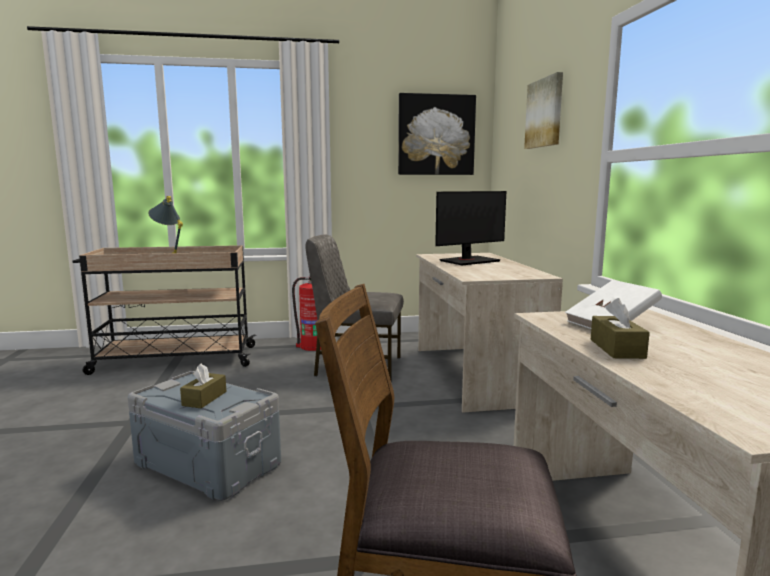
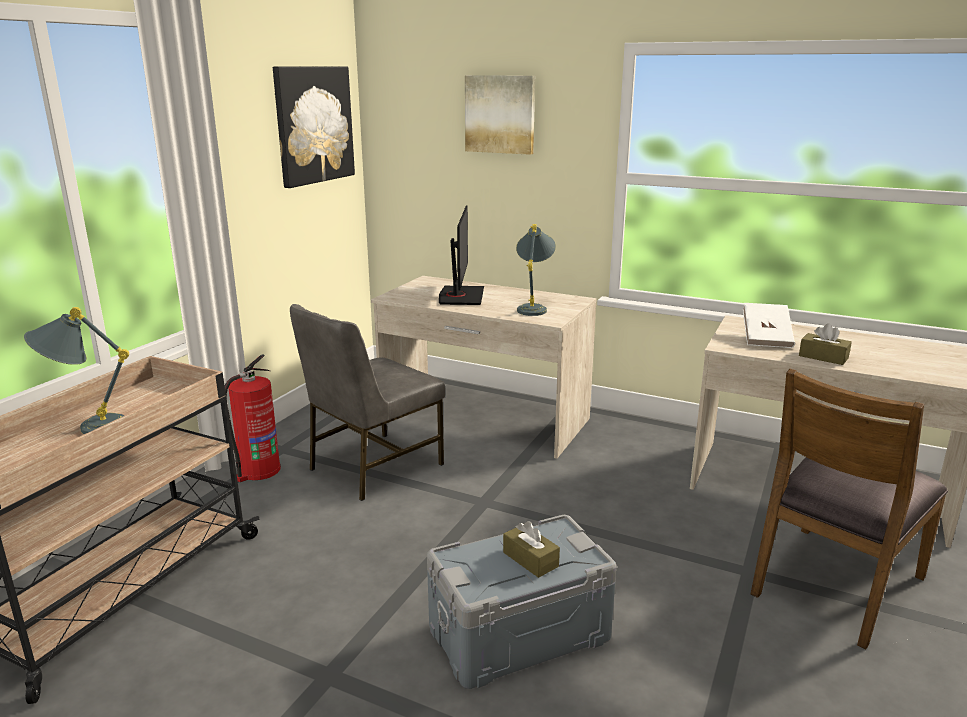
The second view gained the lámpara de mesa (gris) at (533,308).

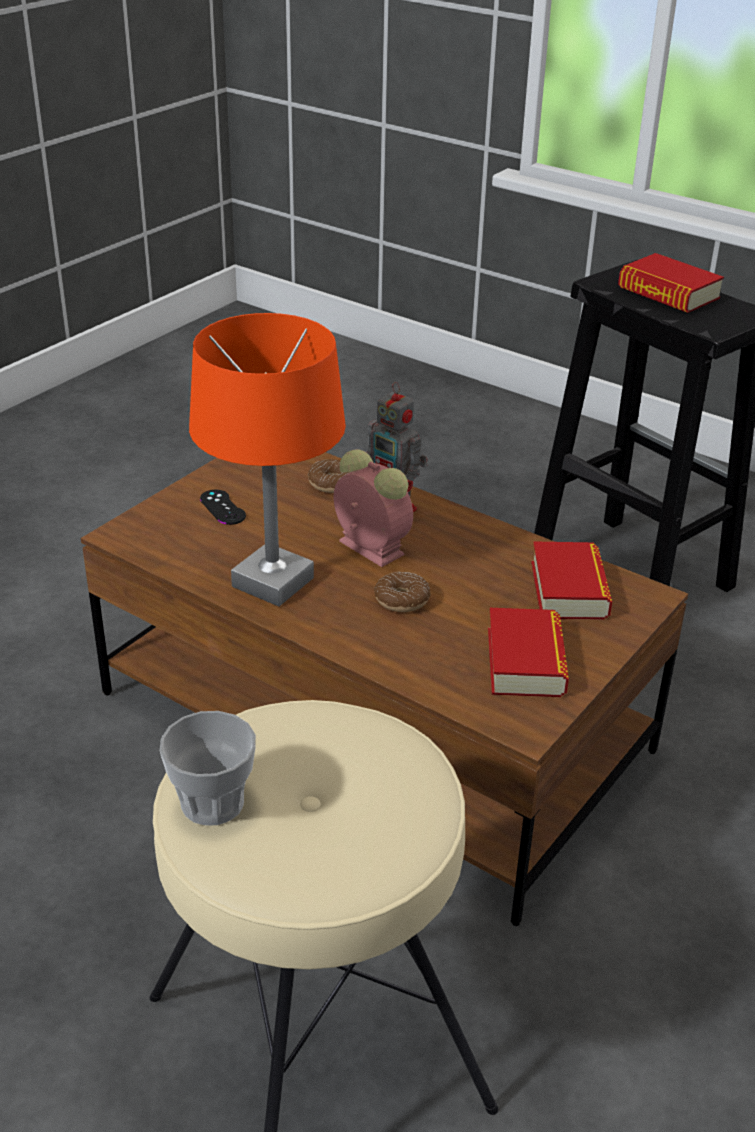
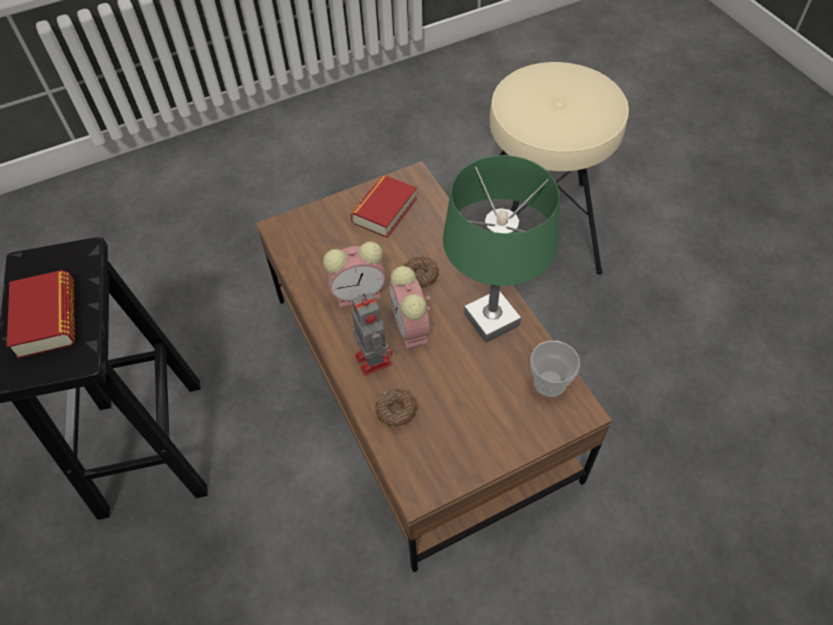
The second view gained the despertador at (360,293). What was the lámpara de mesa (naranja) at (272,583) turned into the lámpara de mesa (verde) at (492,319). The taza ended up elsewhere, having gone from (212,802) to (549,383). The second view lost the mando de consola (negro) at (222,507). The second view lost the libro at (569,590).

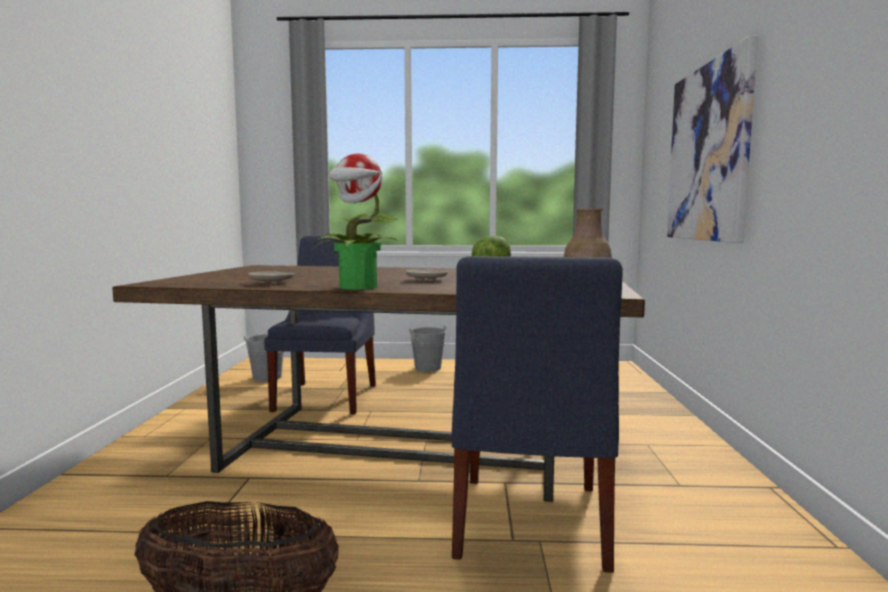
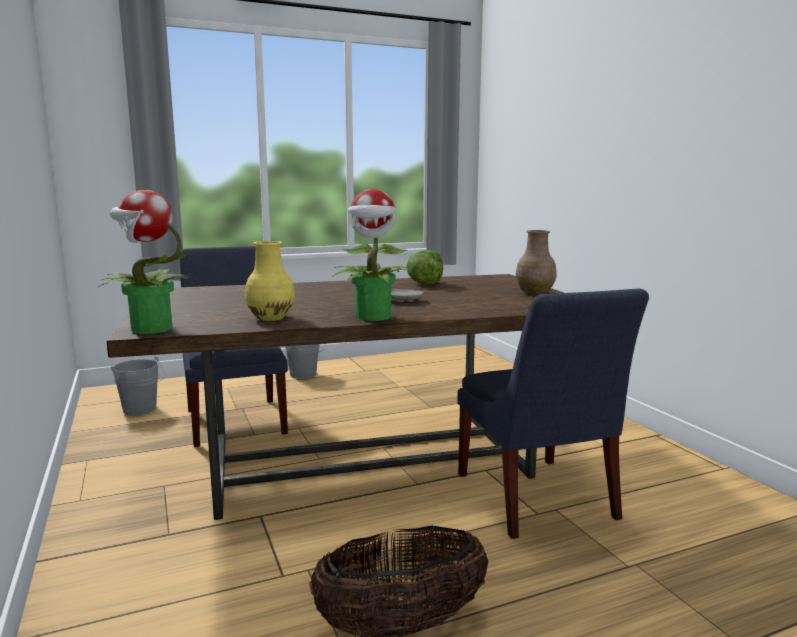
The second view gained the planta en maceta at (150,329). Where the plato (beis) stood at (272,283), the florero (amarillo) came to stand at (271,318). The second view lost the cuadro at (708,153).

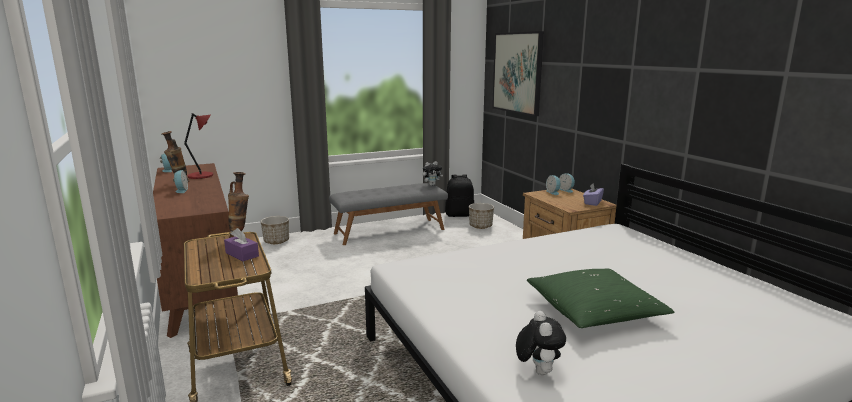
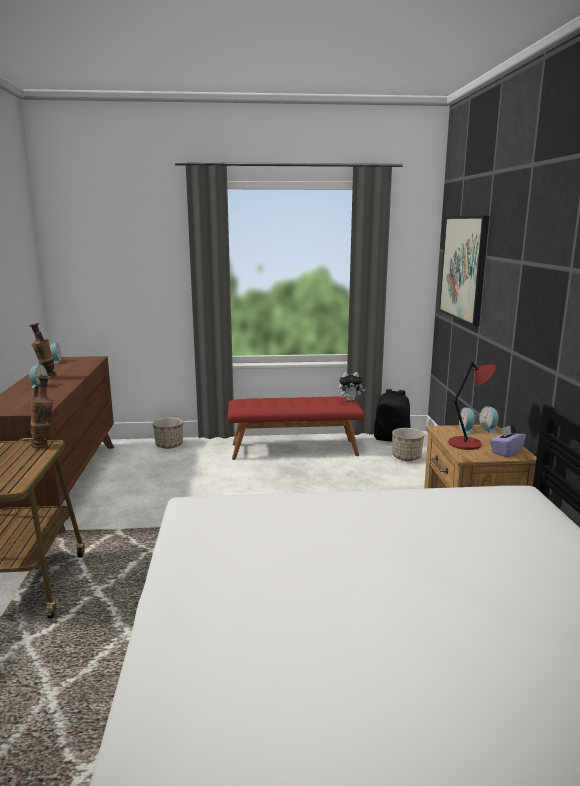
What was the banco (gris) at (389,231) turned into the banco (rojo) at (294,449). The lámpara de mesa (rojo) ended up elsewhere, having gone from (202,176) to (467,444). The second view lost the caja de pañuelos (morado) at (242,254). The second view lost the peluche at (537,370). The second view lost the cojín (verde) at (594,311).

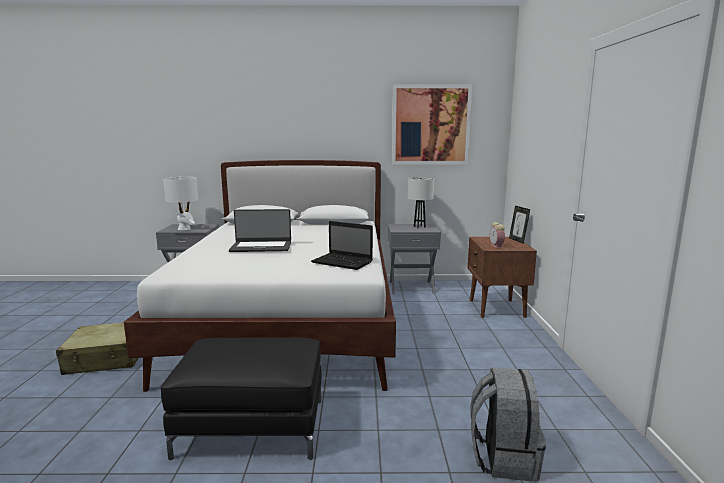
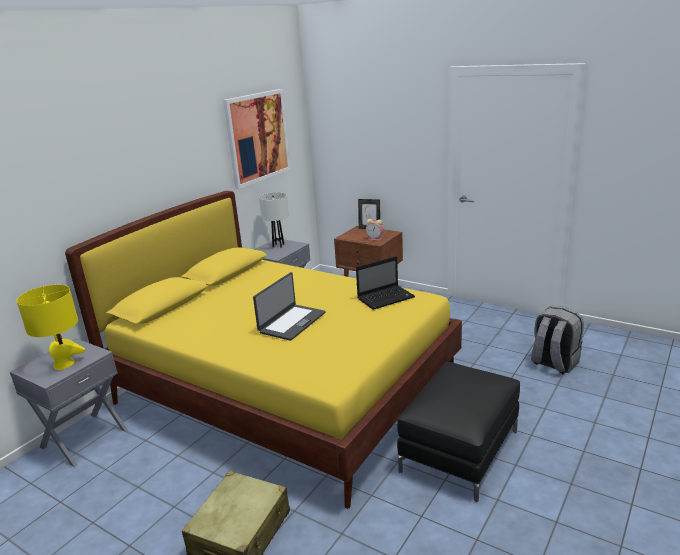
What was the lámpara de mesa (blanco) at (184,229) turned into the lámpara de mesa (amarillo) at (64,364). What was the cama (blanco) at (291,322) turned into the cama (amarillo) at (284,390).

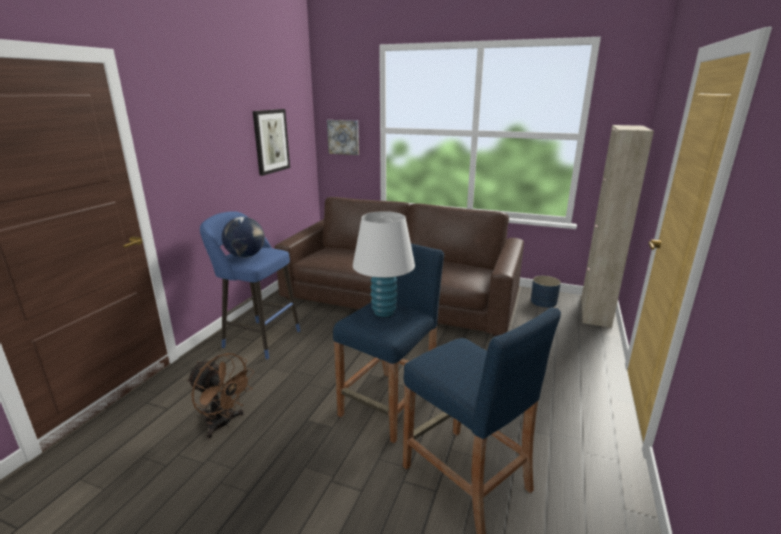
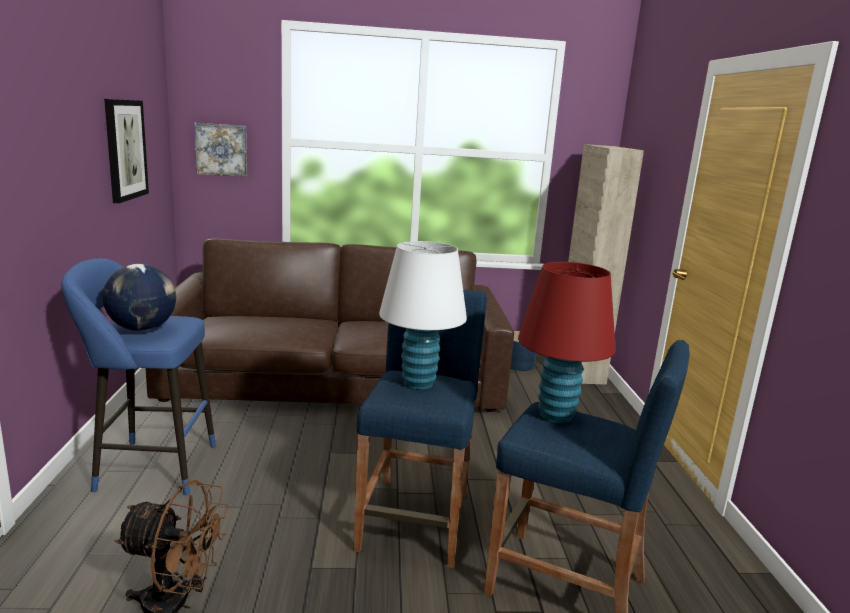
The second view gained the lámpara de mesa (rojo) at (556,416).

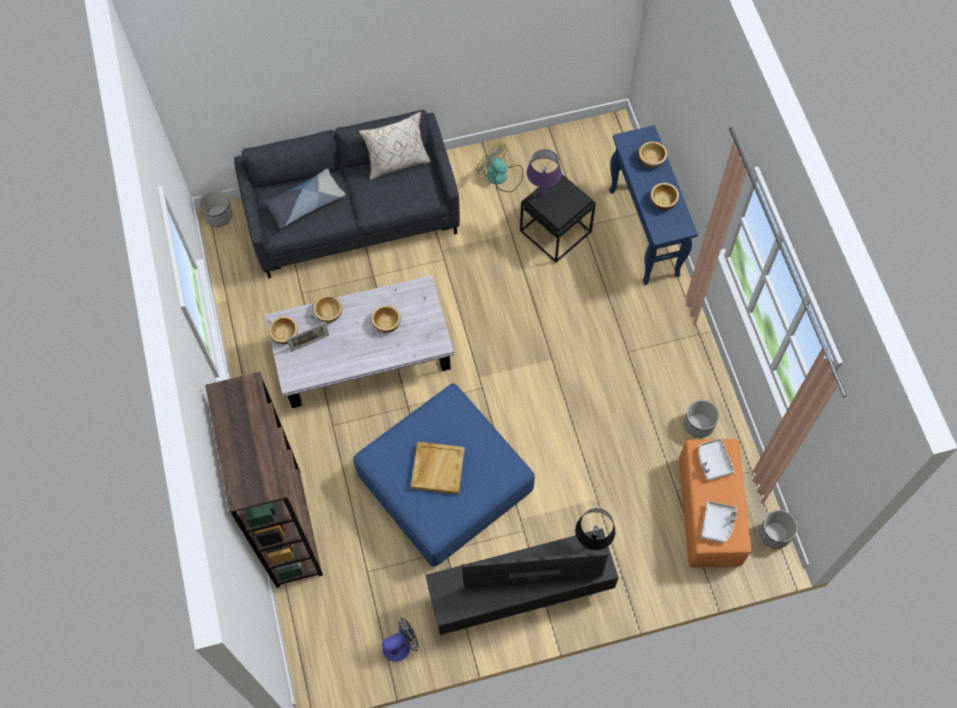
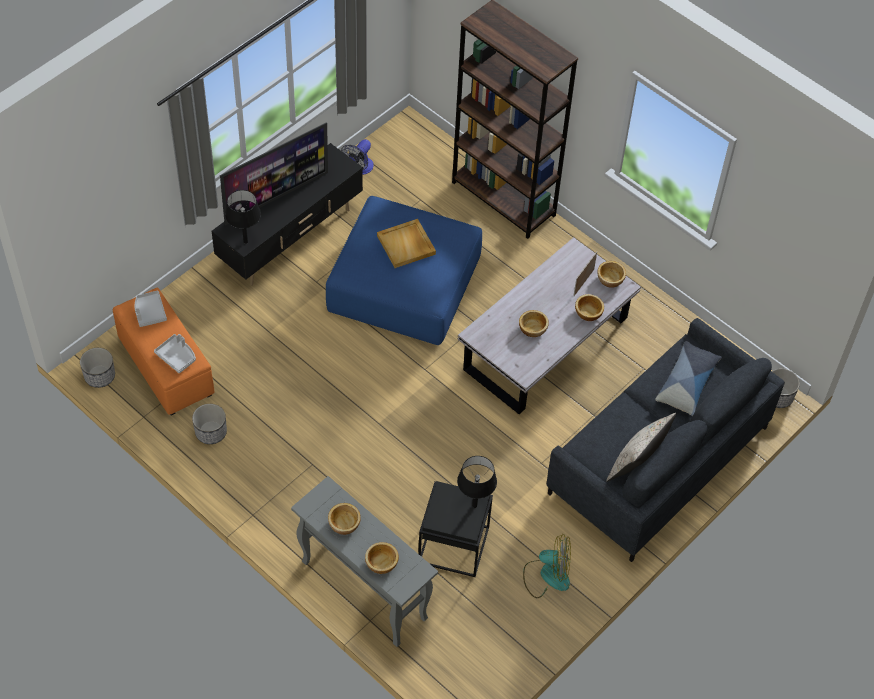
What was the mesa consola (azul) at (644,233) turned into the mesa consola (gris) at (363,590). What was the lámpara de mesa (morado) at (542,196) turned into the lámpara de mesa (negro) at (474,505).

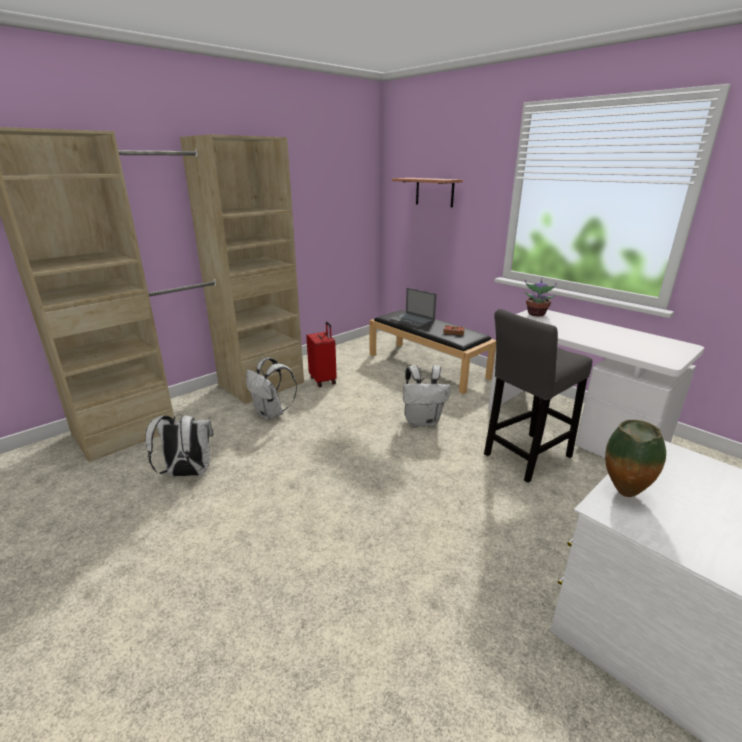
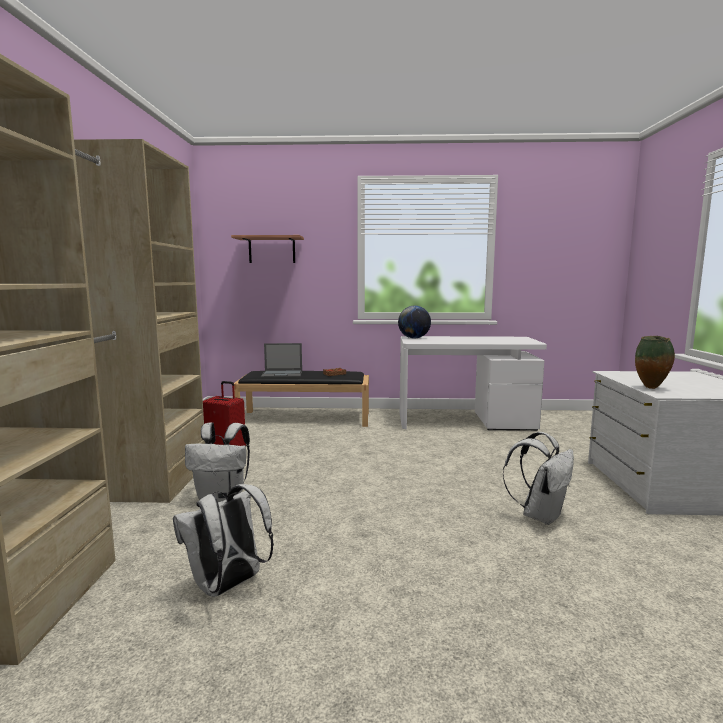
Where the planta en maceta stood at (536,314), the globo terráqueo came to stand at (414,338). The mochila (blanco) ended up elsewhere, having gone from (422,421) to (540,515). The second view lost the taburete (gris) at (525,457).

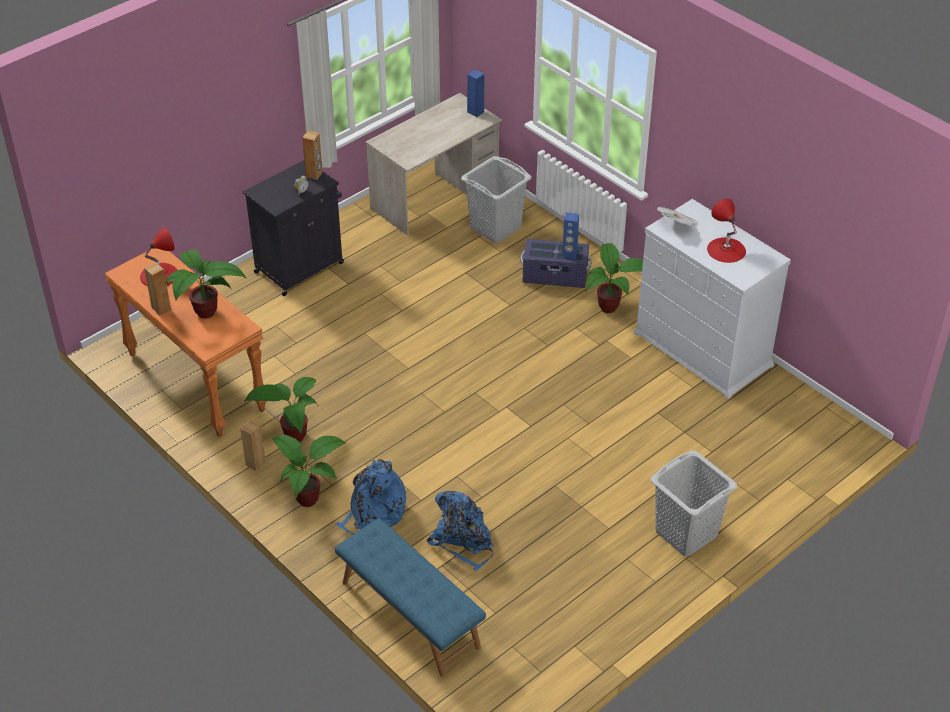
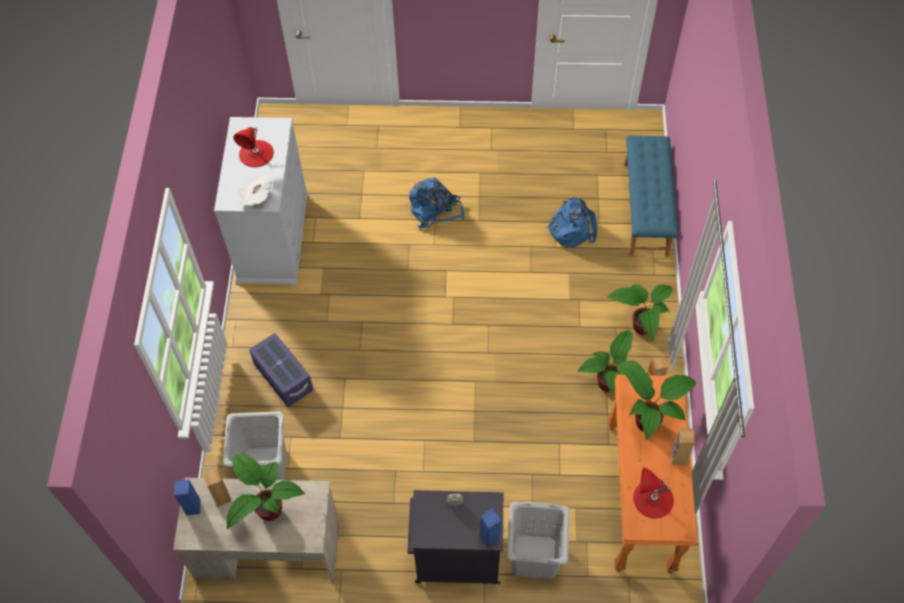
The altavoz (marrón) ended up elsewhere, having gone from (314,174) to (222,497). The planta en maceta ended up elsewhere, having gone from (611,307) to (268,510). The mochila (azul) ended up elsewhere, having gone from (374,513) to (435,210). The altavoz (azul) ended up elsewhere, having gone from (569,254) to (490,537). The cesto de la ropa (gris) ended up elsewhere, having gone from (686,533) to (535,556).

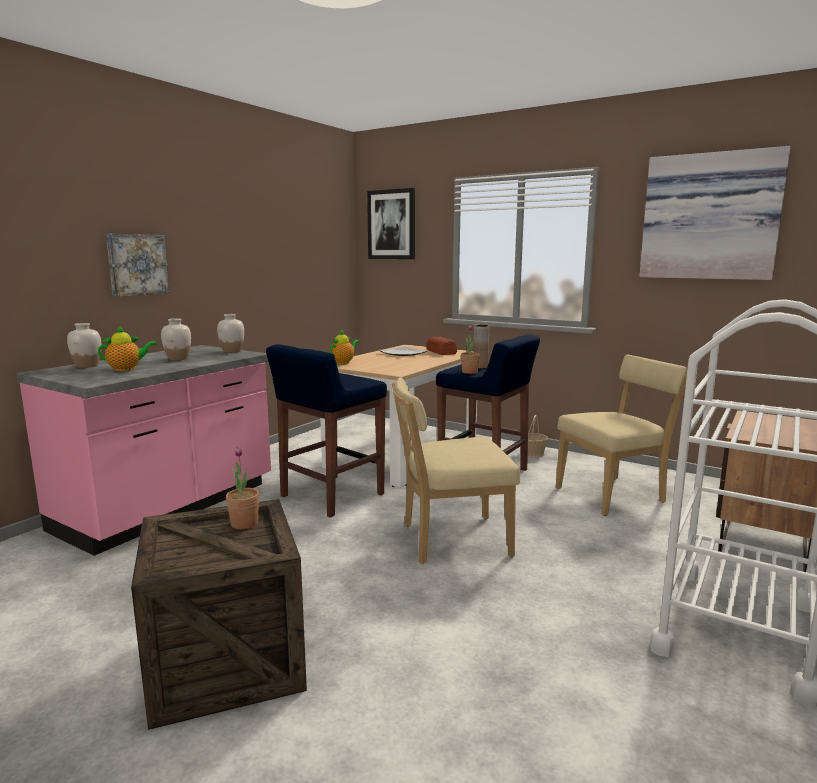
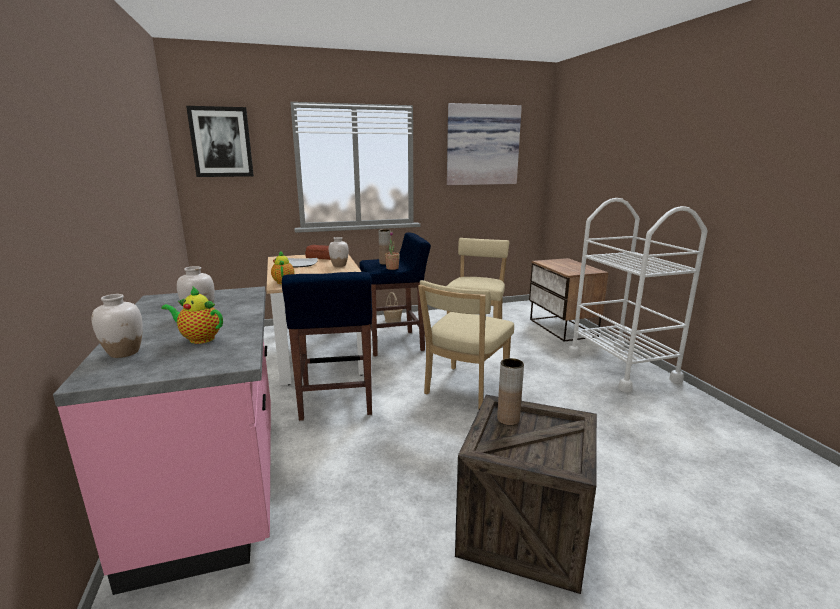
The tetera at (127,369) ended up facing another way, 90 degrees counterclockwise from before. The florero (blanco) ended up elsewhere, having gone from (232,351) to (339,265). Where the planta en maceta stood at (244,523), the florero (marrón) came to stand at (508,419). The second view lost the cuadro at (137,264).

